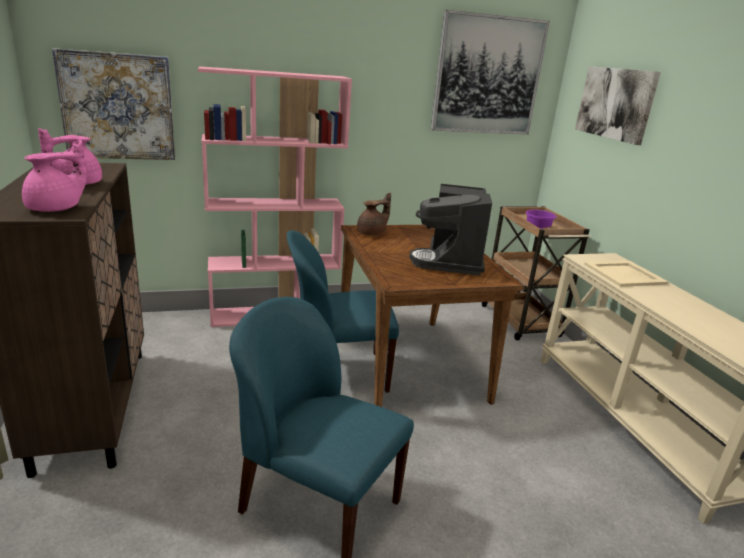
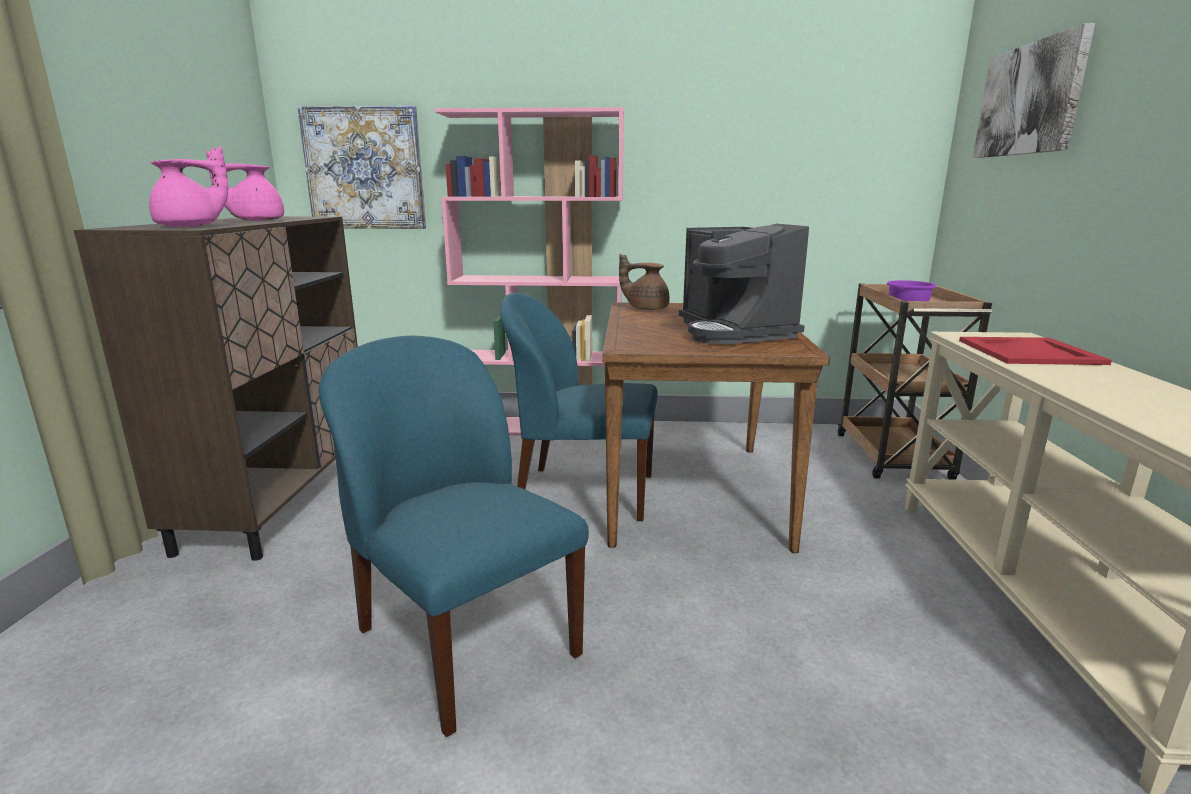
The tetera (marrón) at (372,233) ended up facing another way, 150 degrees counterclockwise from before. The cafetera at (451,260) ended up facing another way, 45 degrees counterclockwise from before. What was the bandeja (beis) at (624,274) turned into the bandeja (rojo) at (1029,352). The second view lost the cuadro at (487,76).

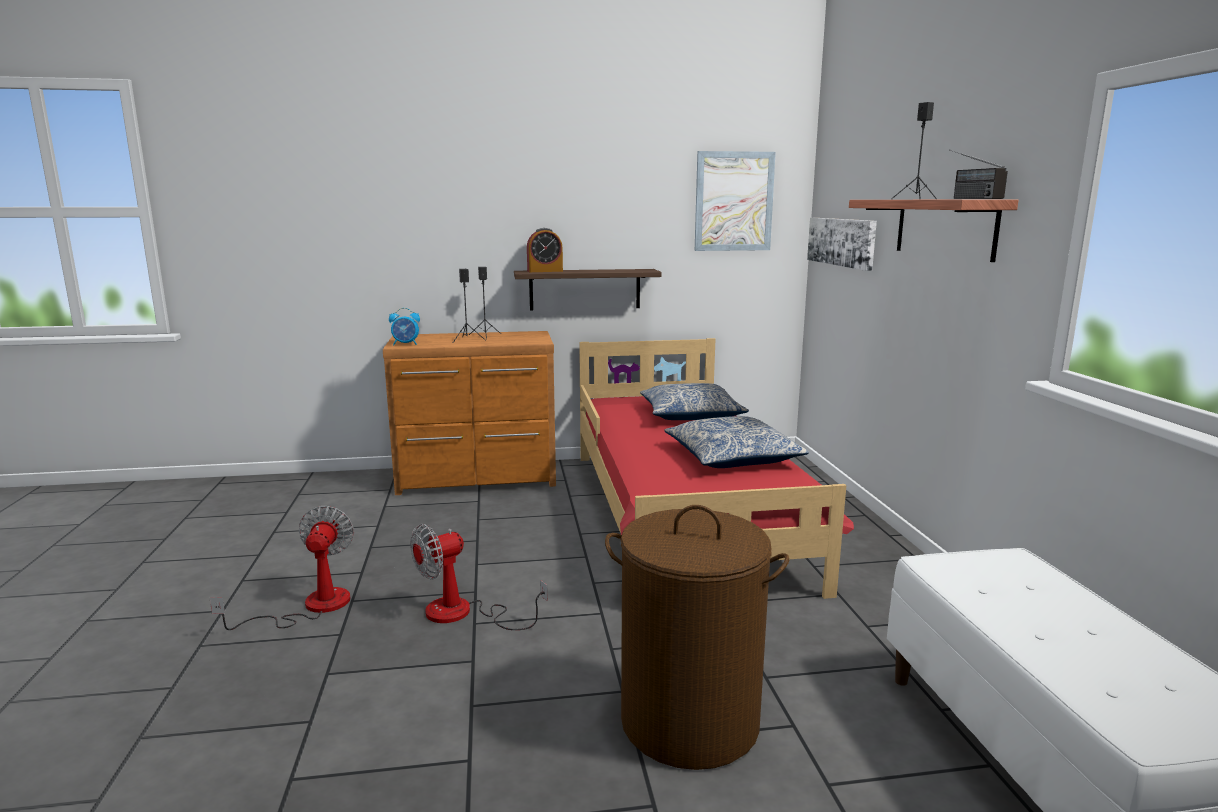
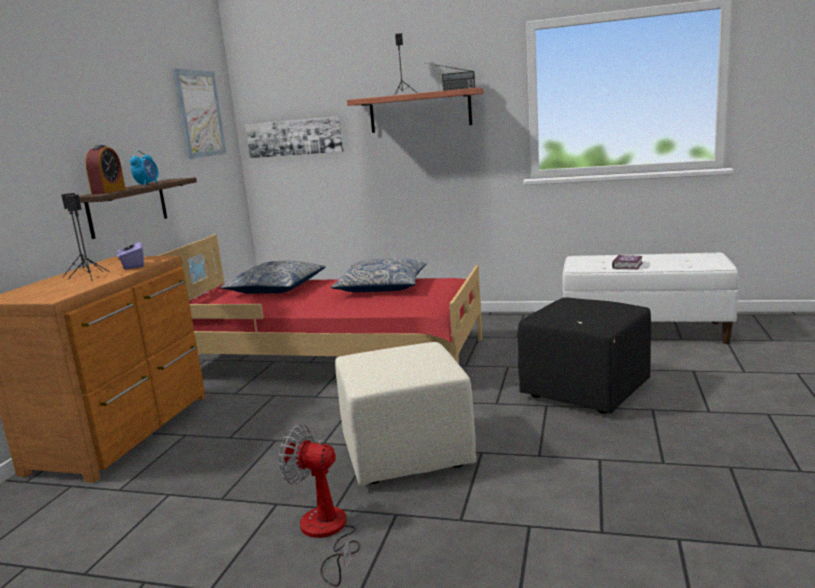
The second view gained the caja de pañuelos (morado) at (133,266). The despertador ended up elsewhere, having gone from (406,344) to (147,184). Where the ventilador stood at (463,614), the puf (beis) came to stand at (407,452). Where the cesto de la ropa (marrón) stood at (689,722), the puf (negro) came to stand at (585,391). The second view gained the libro at (628,265).

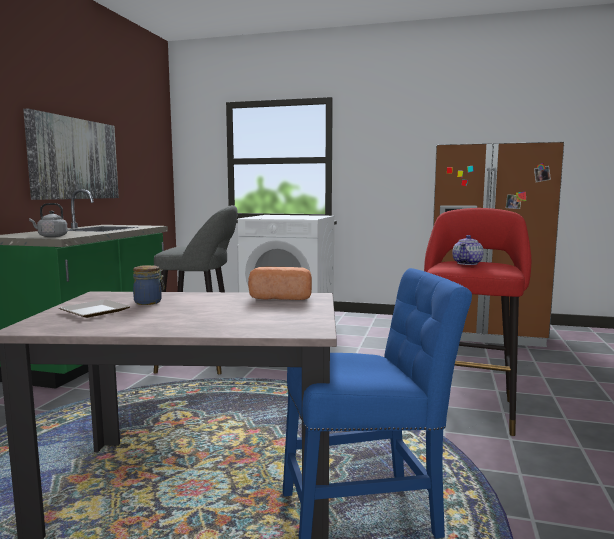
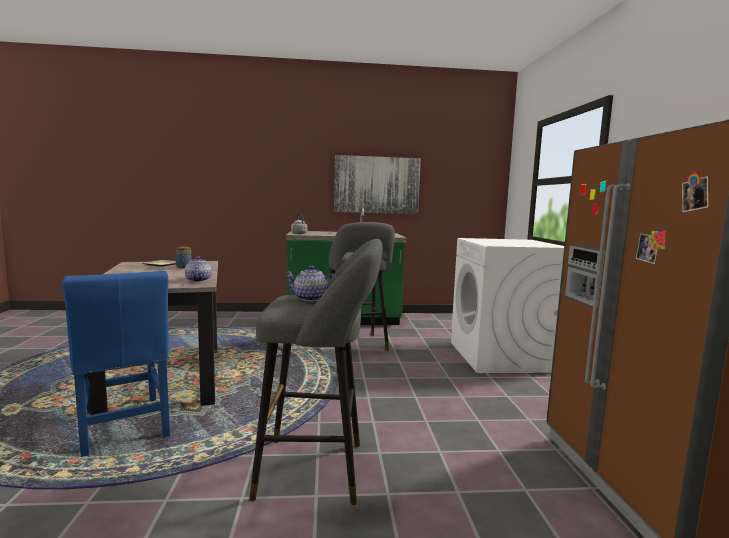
Where the pan stood at (282,297), the tetera came to stand at (197,280). What was the taburete (rojo) at (468,407) turned into the taburete (gris) at (318,469).

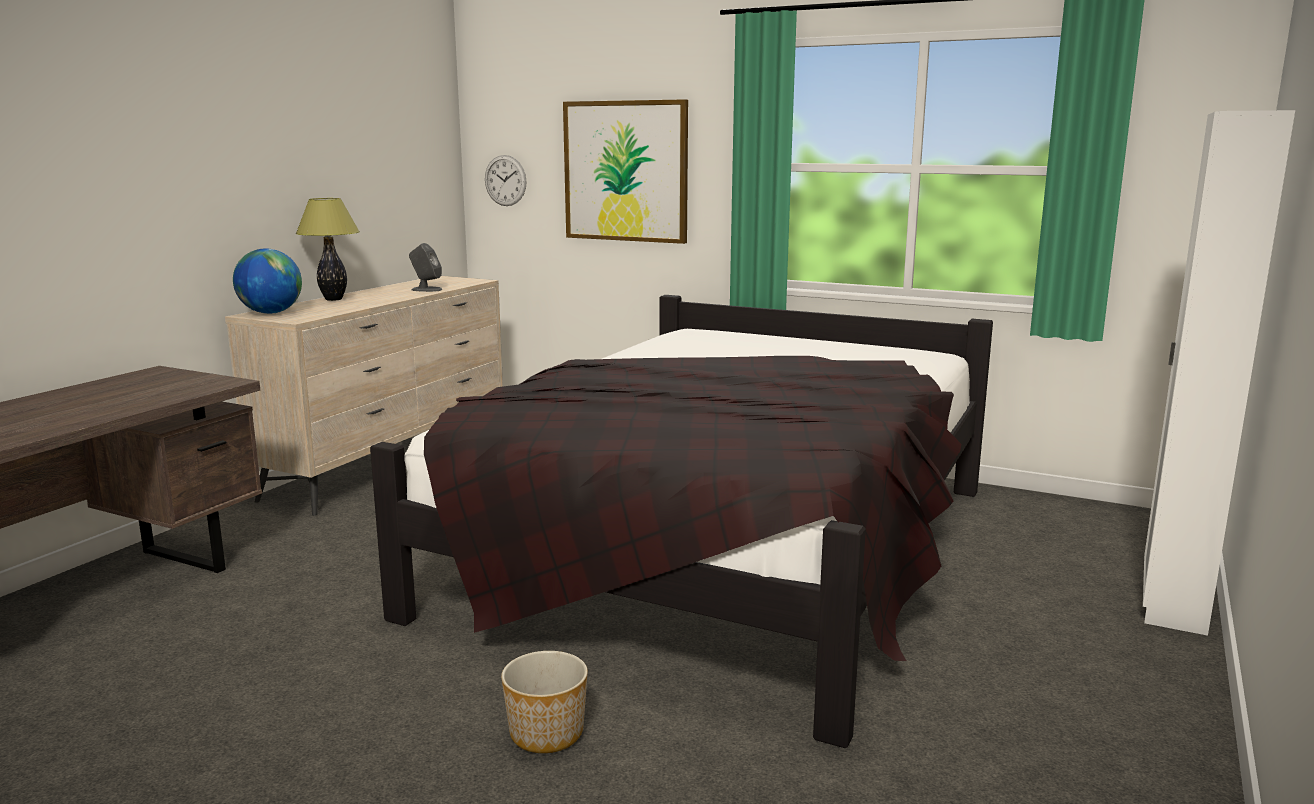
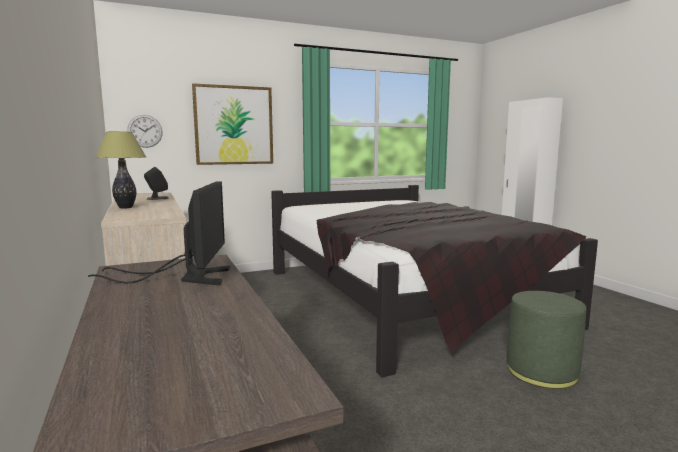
The second view gained the monitor at (187,277). Where the maceta stood at (548,733), the puf (verde) came to stand at (541,371). The second view lost the globo terráqueo at (270,313).

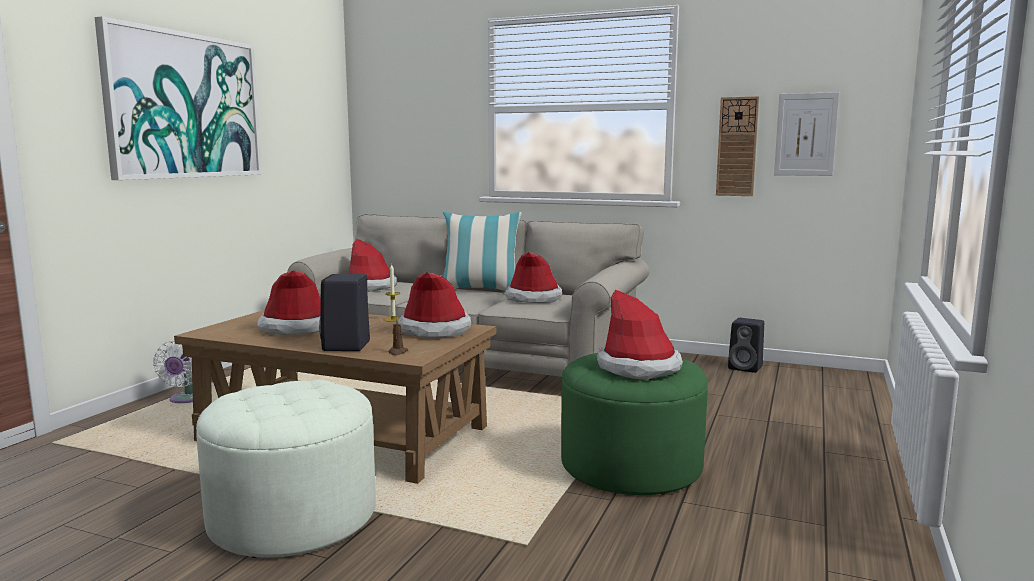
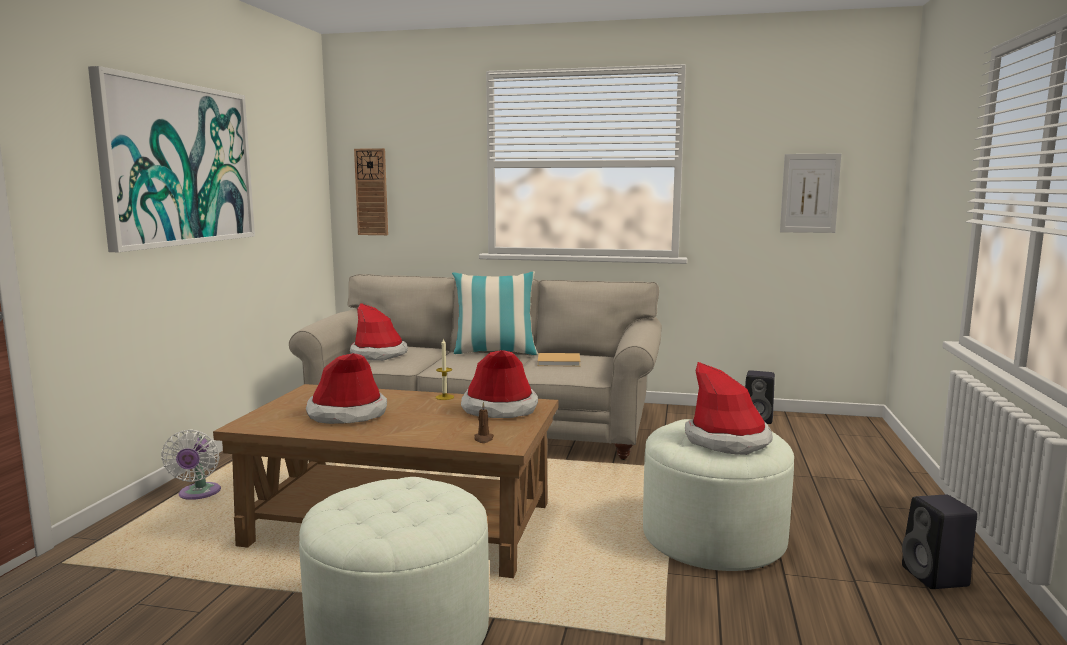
The reloj de pared ended up elsewhere, having gone from (737,147) to (371,192). Where the sombrero stood at (533,298), the libro (beis) came to stand at (560,362). What was the puf (verde) at (631,465) turned into the puf (blanco) at (713,537). The altavoz (negro) ended up elsewhere, having gone from (346,346) to (936,577).

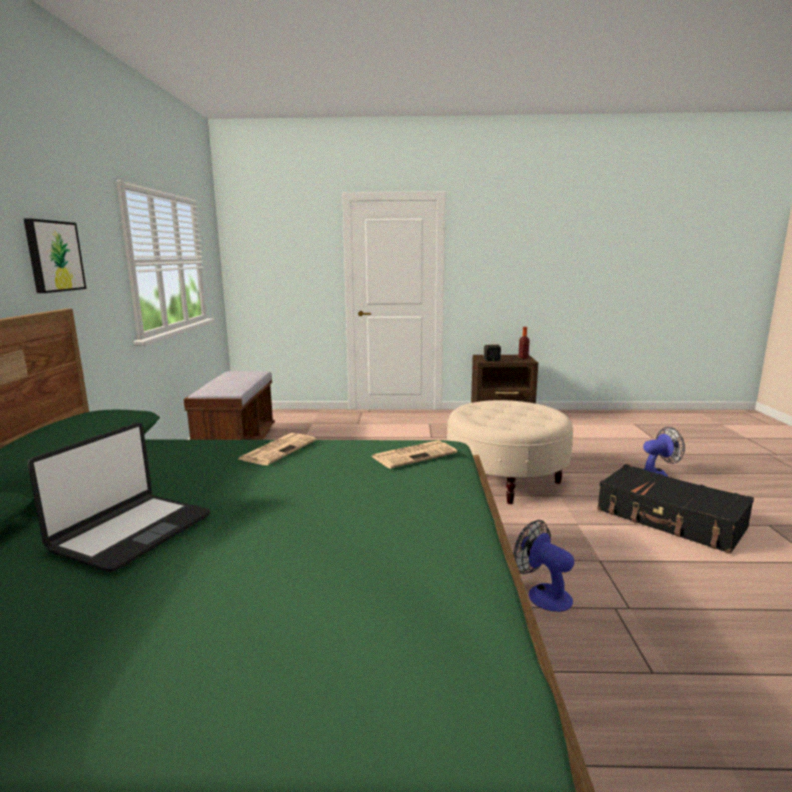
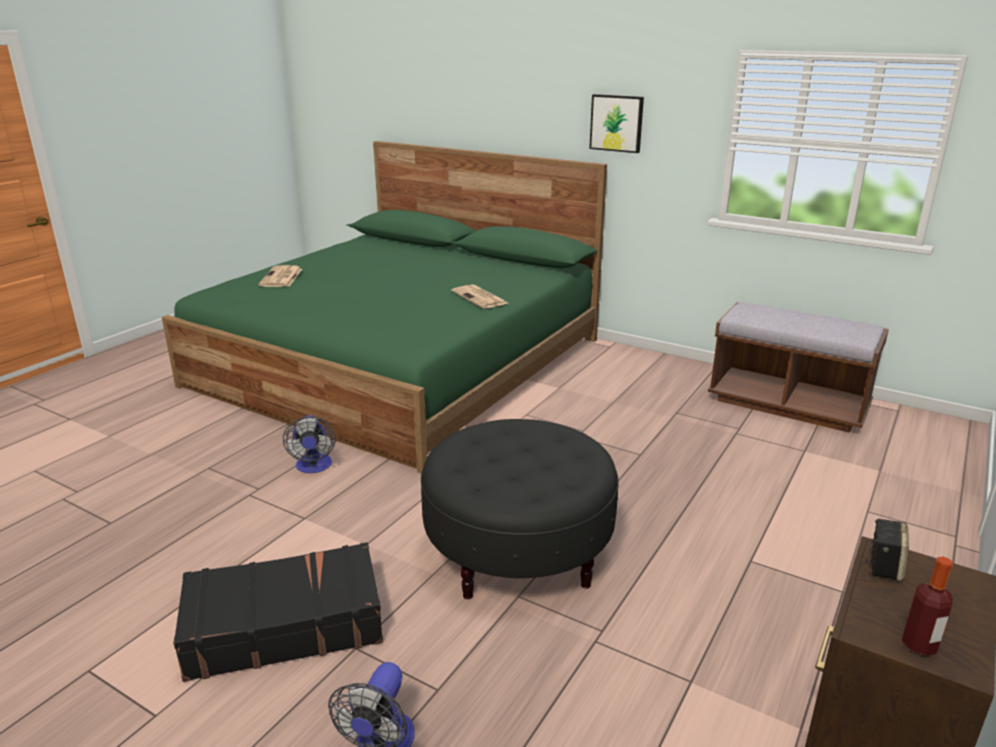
The periódico ended up elsewhere, having gone from (414,455) to (281,277). The ventilador at (542,594) ended up facing another way, 90 degrees clockwise from before. What was the puf (beis) at (506,480) turned into the puf (negro) at (518,553). The second view lost the portátil at (131,532).

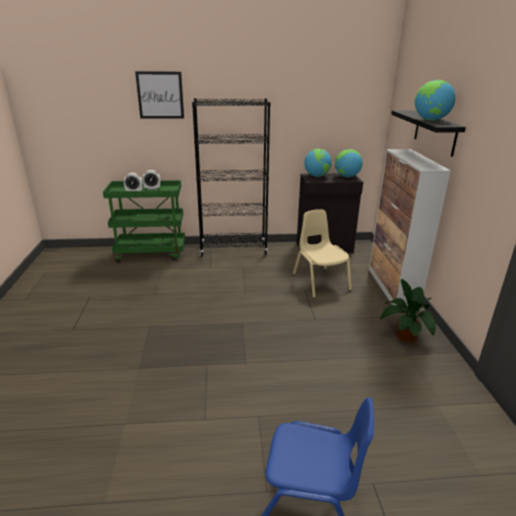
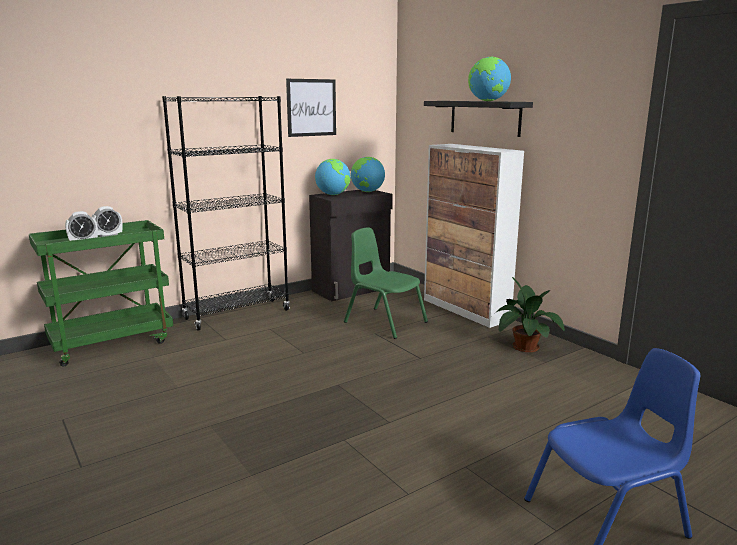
The cuadro ended up elsewhere, having gone from (160,95) to (311,107). What was the silla (beis) at (320,282) turned into the silla (verde) at (385,322).

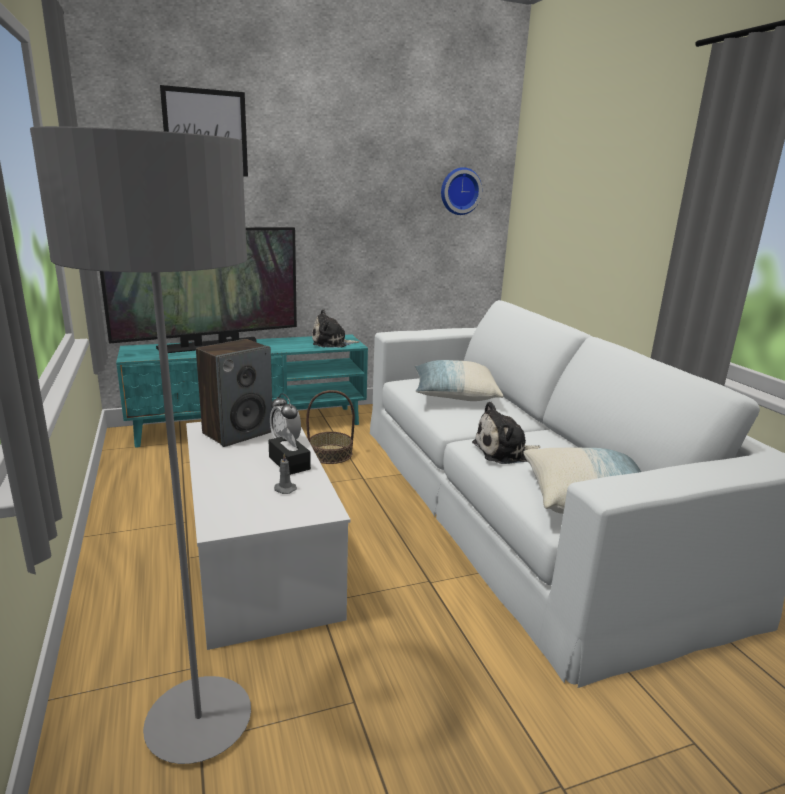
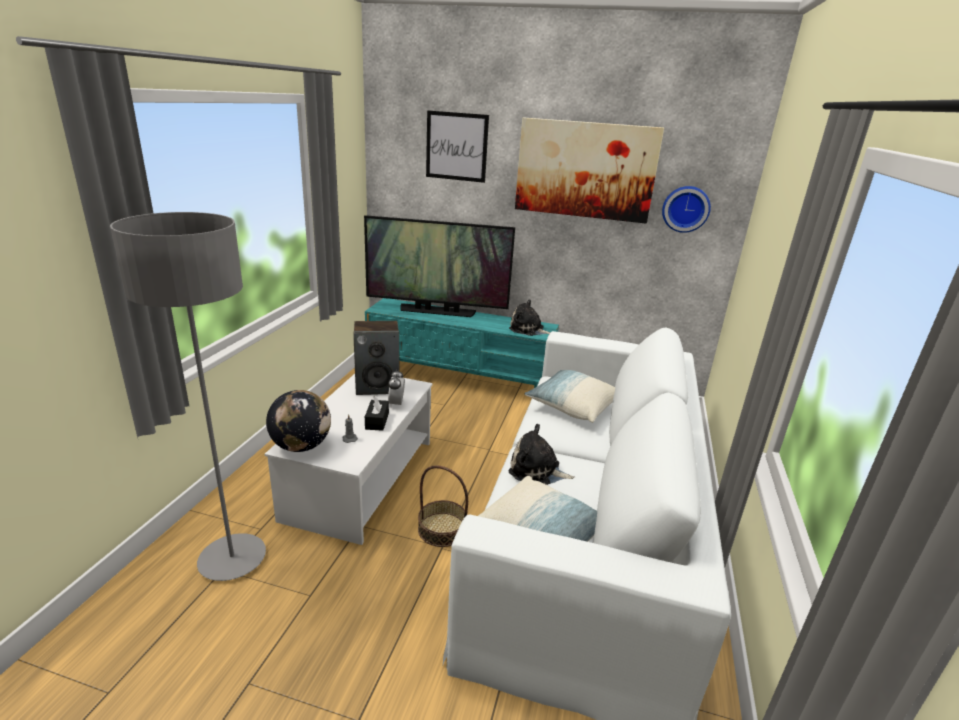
The second view gained the globo terráqueo at (301,446). The cesta ended up elsewhere, having gone from (330,454) to (442,529). The second view gained the cuadro at (585,170).

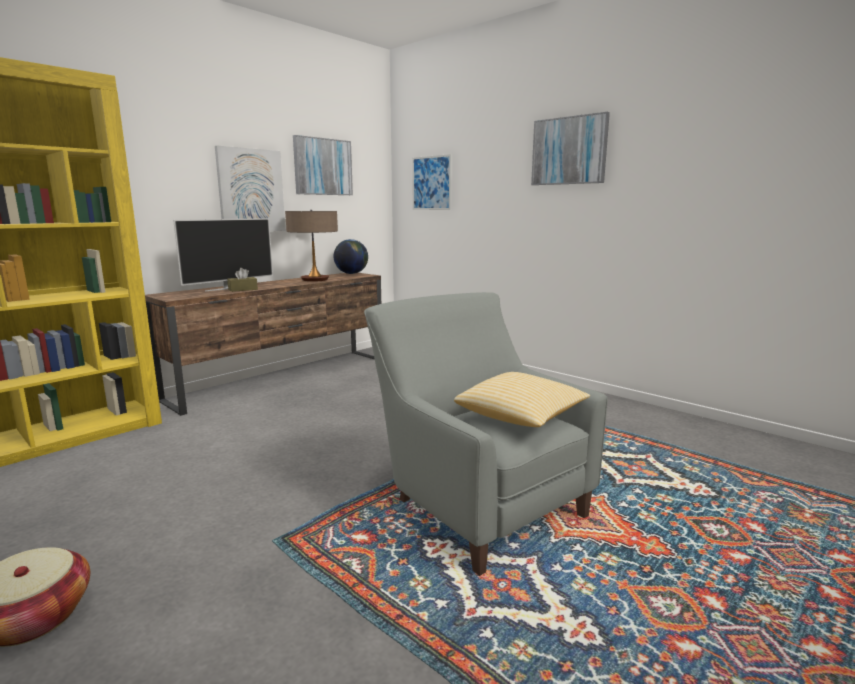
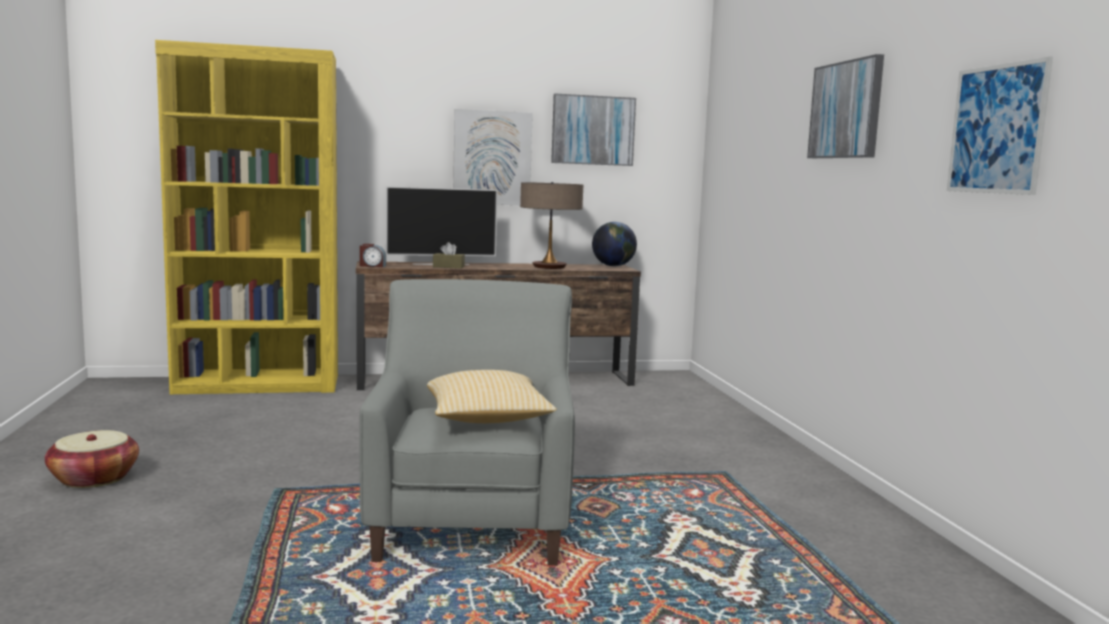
The second view gained the despertador at (372,266). The cuadro ended up elsewhere, having gone from (431,183) to (996,129).

